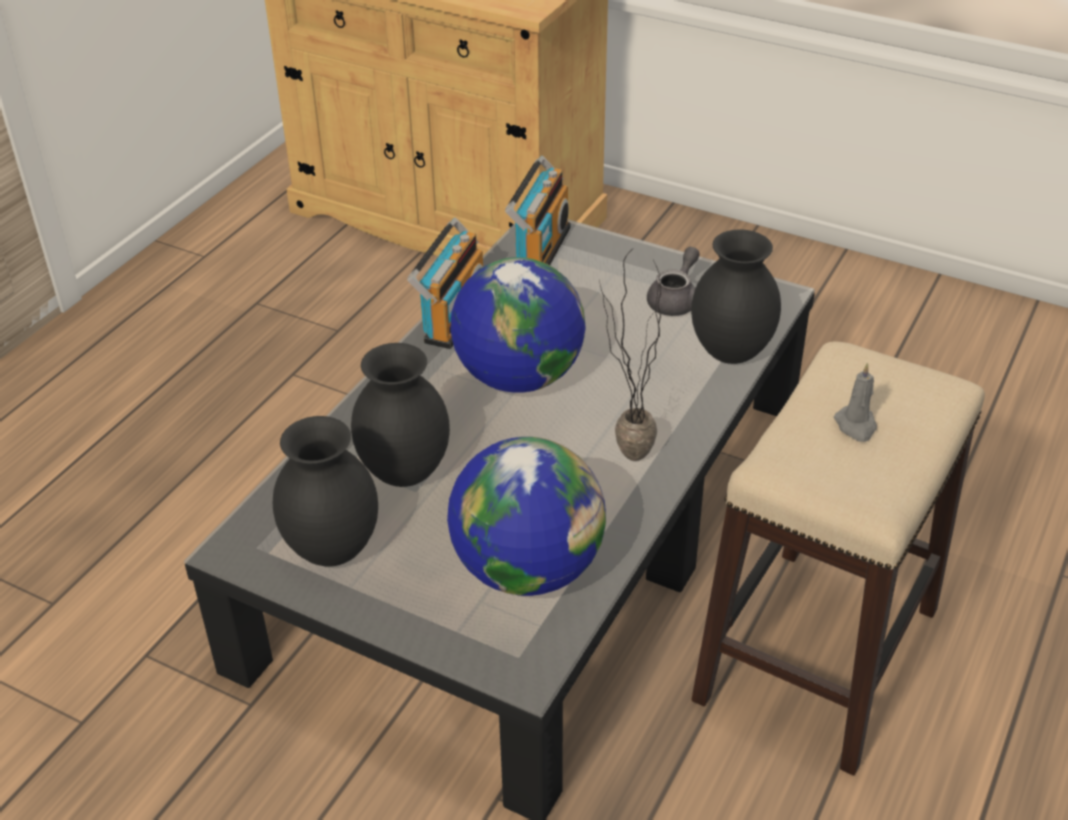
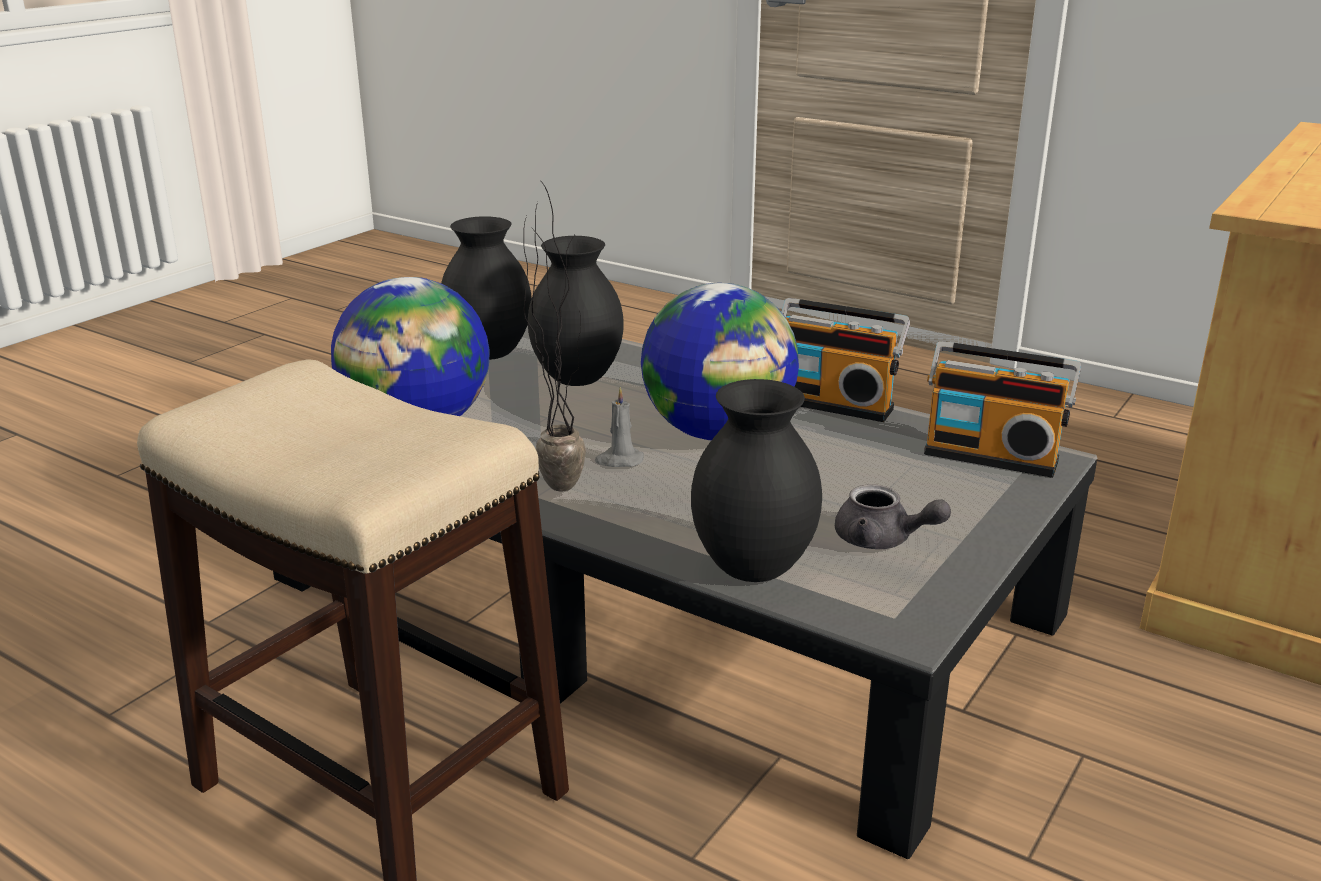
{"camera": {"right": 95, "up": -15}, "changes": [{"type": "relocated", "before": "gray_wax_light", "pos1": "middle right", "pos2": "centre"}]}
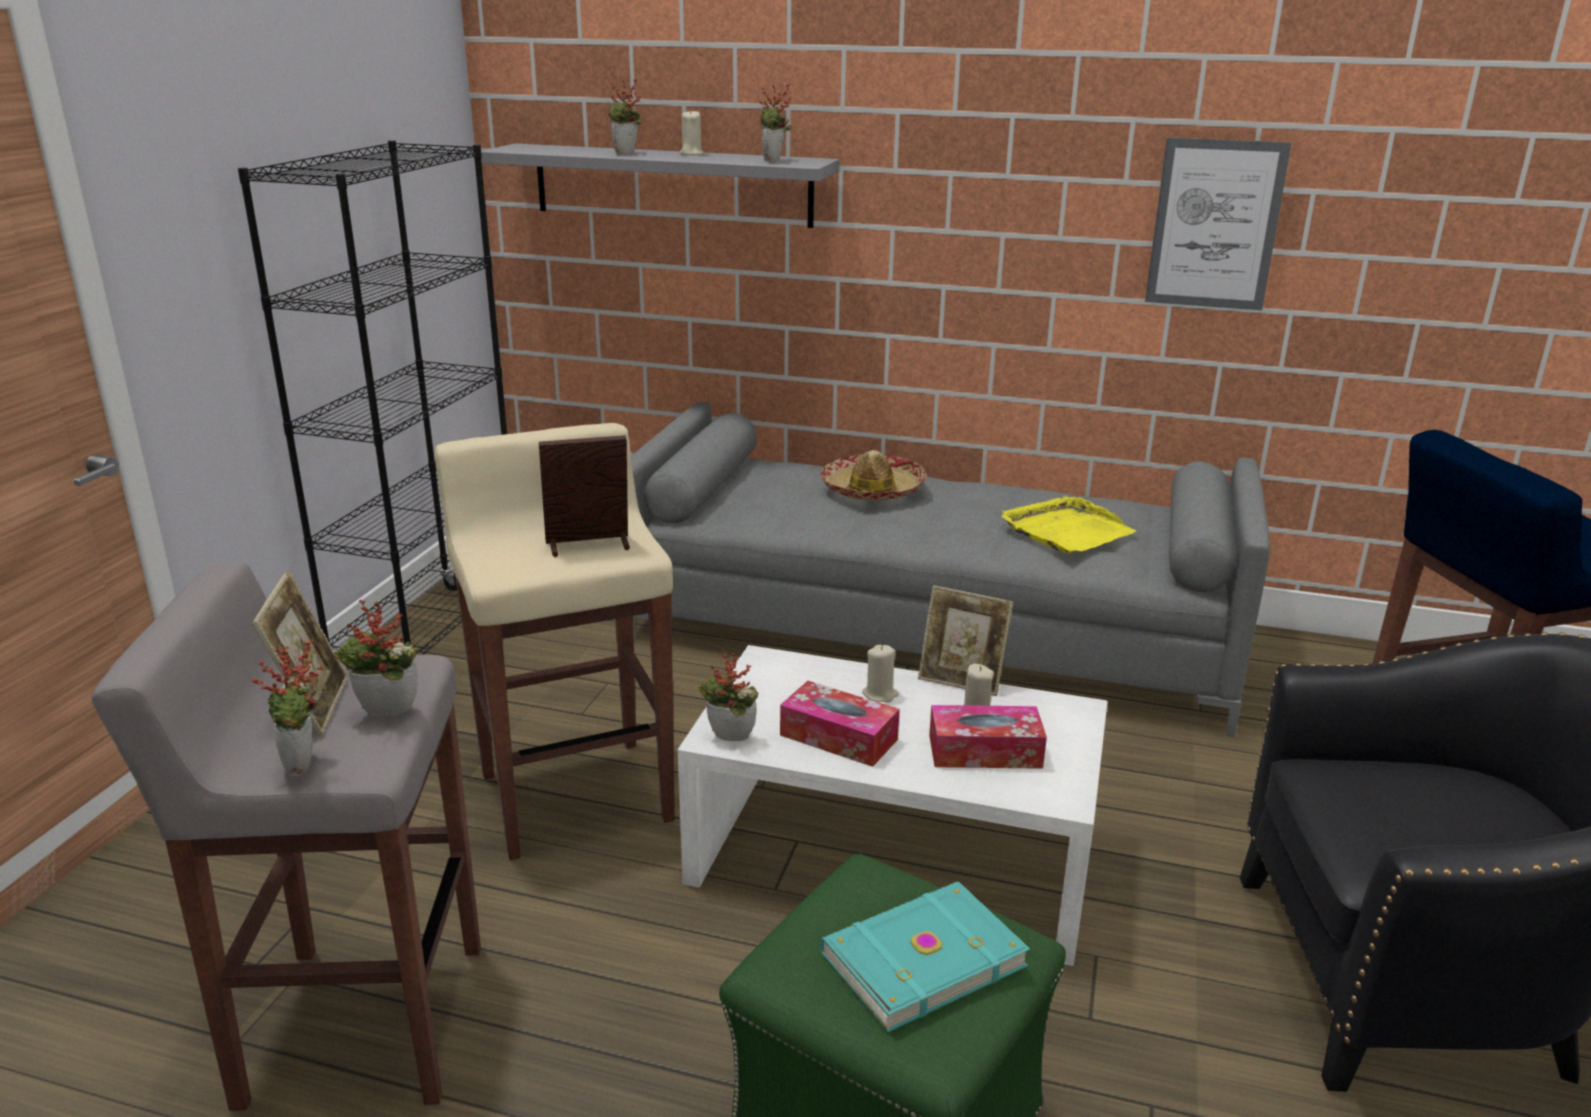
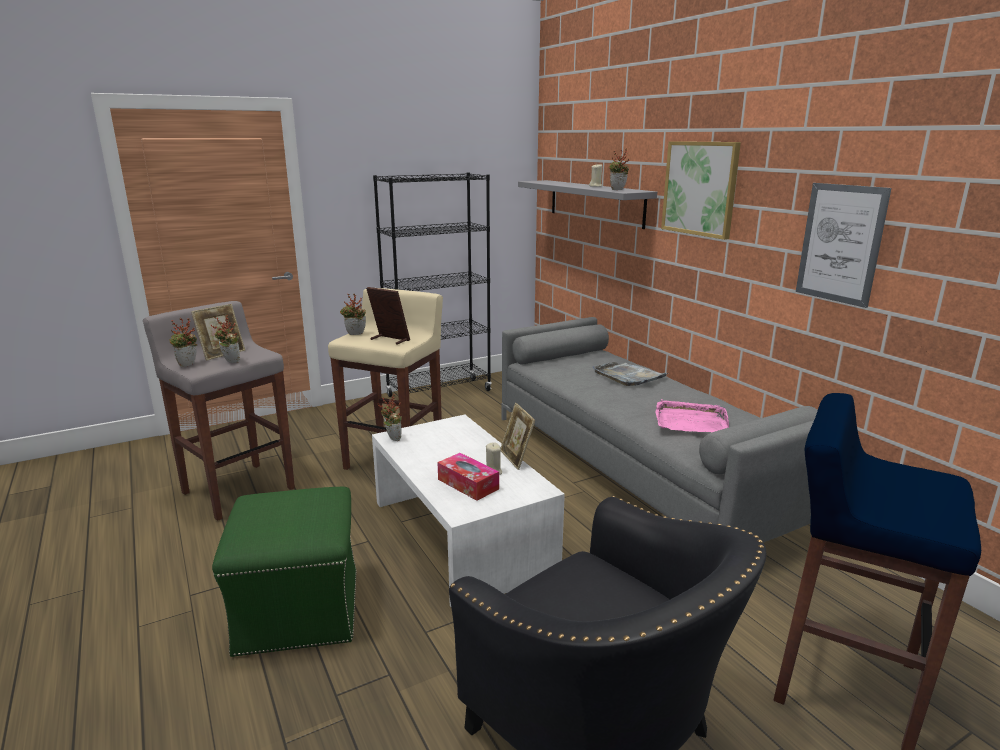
{"camera": {"right": 45, "up": -5}, "changes": [{"type": "missing", "before": "box_of_tissues (no. 1 from left)", "pos1": "centre"}, {"type": "missing", "before": "turquoise-coloured_bound_book", "pos1": "bottom centre"}, {"type": "missing", "before": "sand-coloured_wax_light (no. 2 from left)", "pos1": "centre"}, {"type": "appeared", "after": "picture (no. 1 from left)", "pos2": "top right"}, {"type": "relocated", "before": "houseplant (no. 3 from left)", "pos1": "top centre", "pos2": "centre"}, {"type": "exchanged", "before": "wearable_hat", "after": "gray_tray", "pos1": "centre", "pos2": "centre"}, {"type": "colour", "before": "yellow_tray", "after": "pink_tray", "pos1": "middle right", "pos2": "middle right"}]}
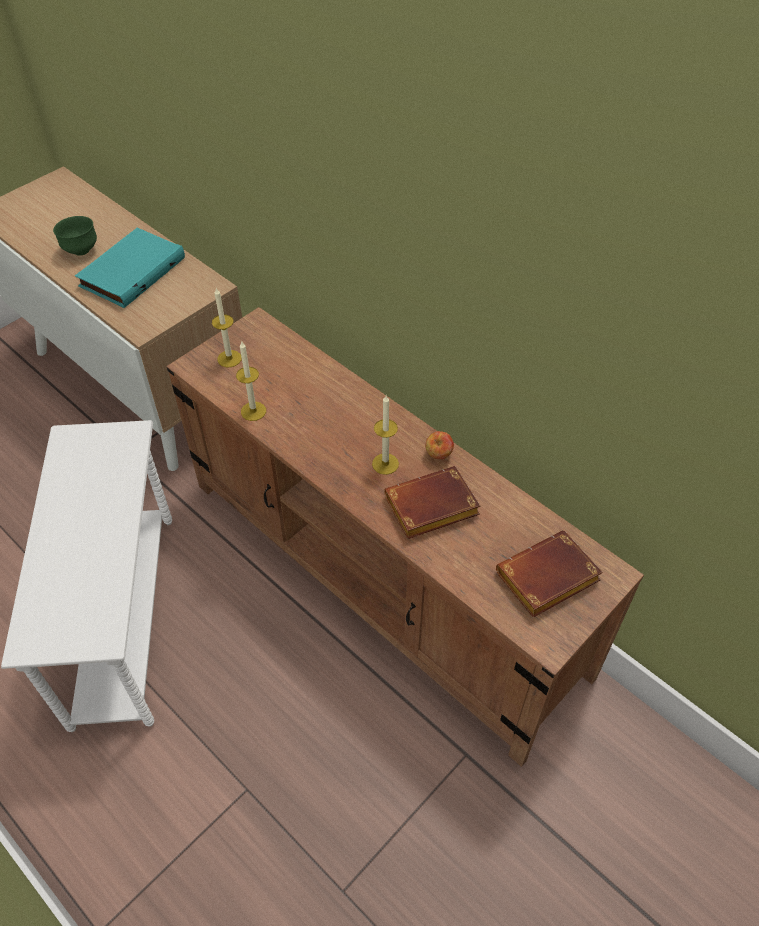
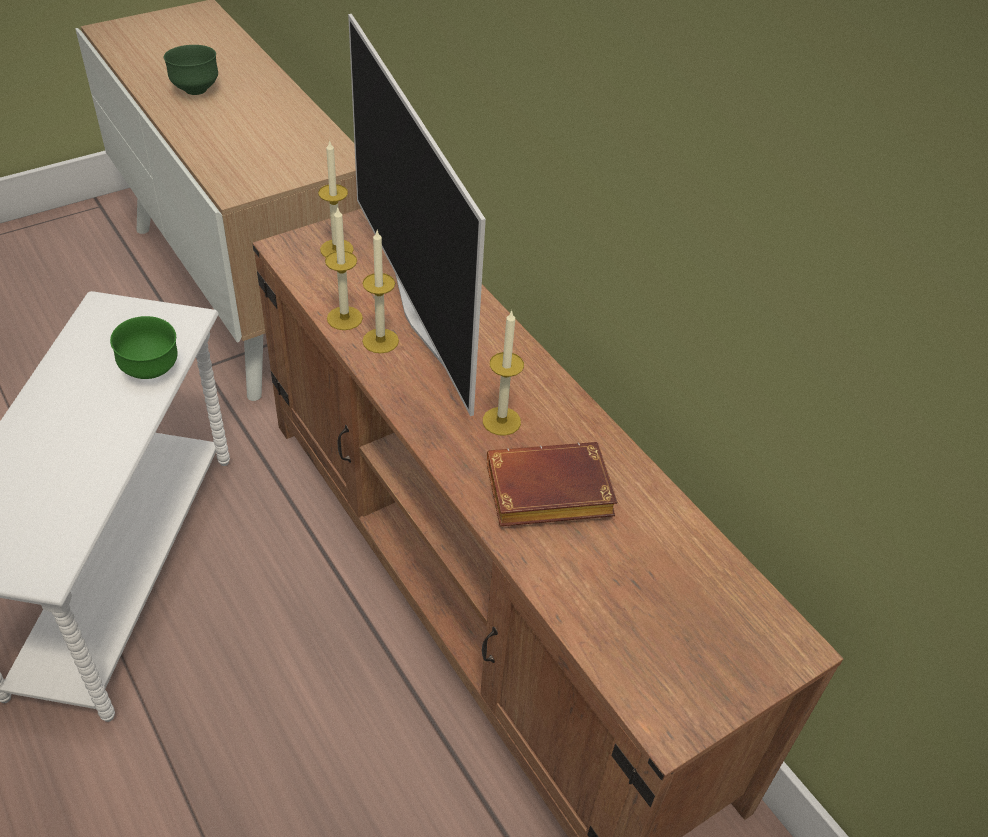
{"camera": {"right": 10, "up": -5}, "changes": [{"type": "missing", "before": "turquoise-coloured_bound_book", "pos1": "top left"}, {"type": "missing", "before": "whole_apple", "pos1": "centre"}, {"type": "missing", "before": "brownish_bound_book (no. 2 from left)", "pos1": "middle right"}, {"type": "appeared", "after": "green-coloured_bowl (no. 1 from left)", "pos2": "middle left"}, {"type": "appeared", "after": "television", "pos2": "top centre"}, {"type": "appeared", "after": "wax_light (no. 3 from left)", "pos2": "centre"}]}
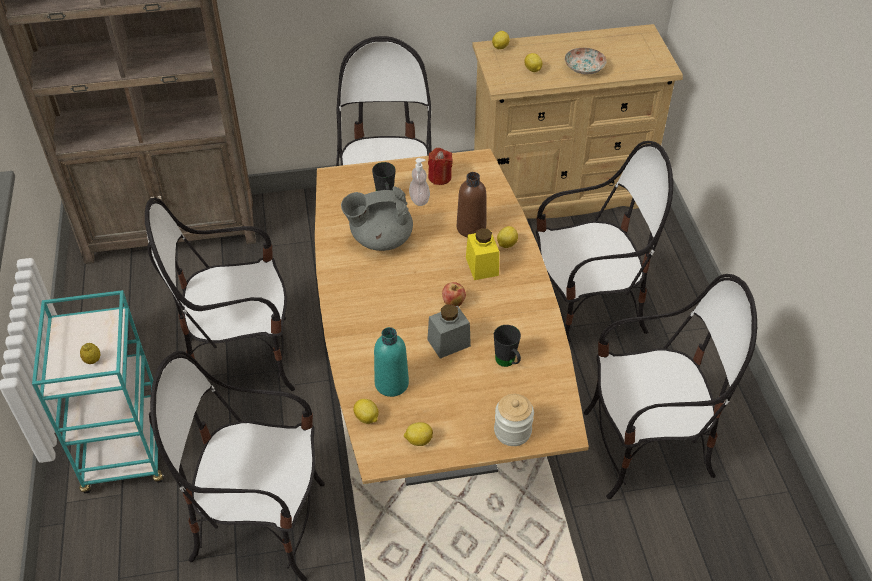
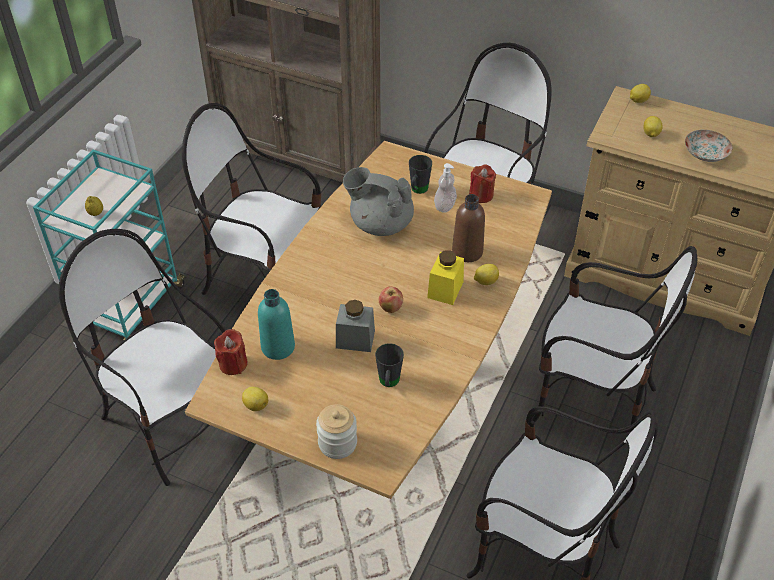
{"camera": {"right": 35, "up": 0}, "changes": [{"type": "exchanged", "before": "citrus_fruit (no. 2 from left)", "after": "red-coloured_wax_light (no. 1 from left)", "pos1": "bottom centre", "pos2": "middle left"}]}
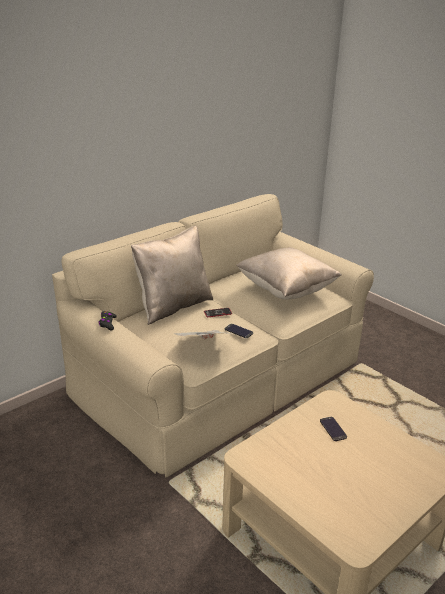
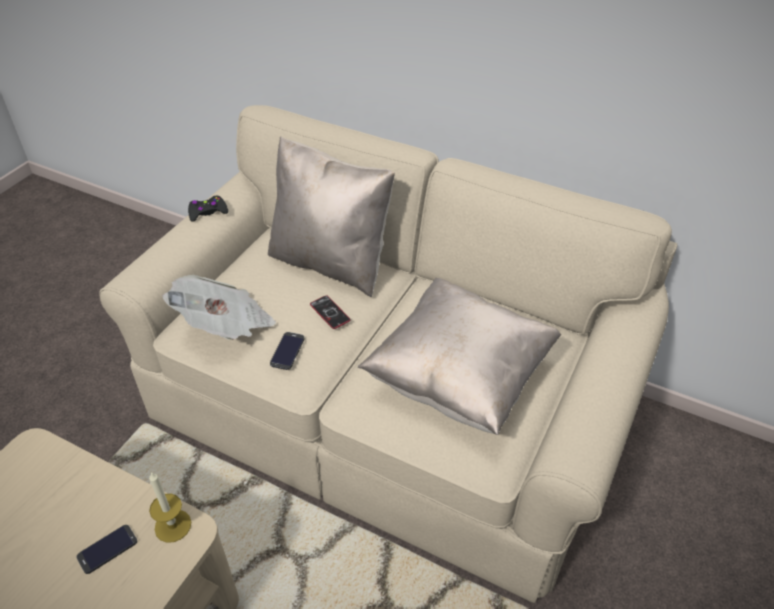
{"camera": {"right": 70, "up": 15}, "changes": [{"type": "appeared", "after": "wax_light", "pos2": "bottom left"}]}
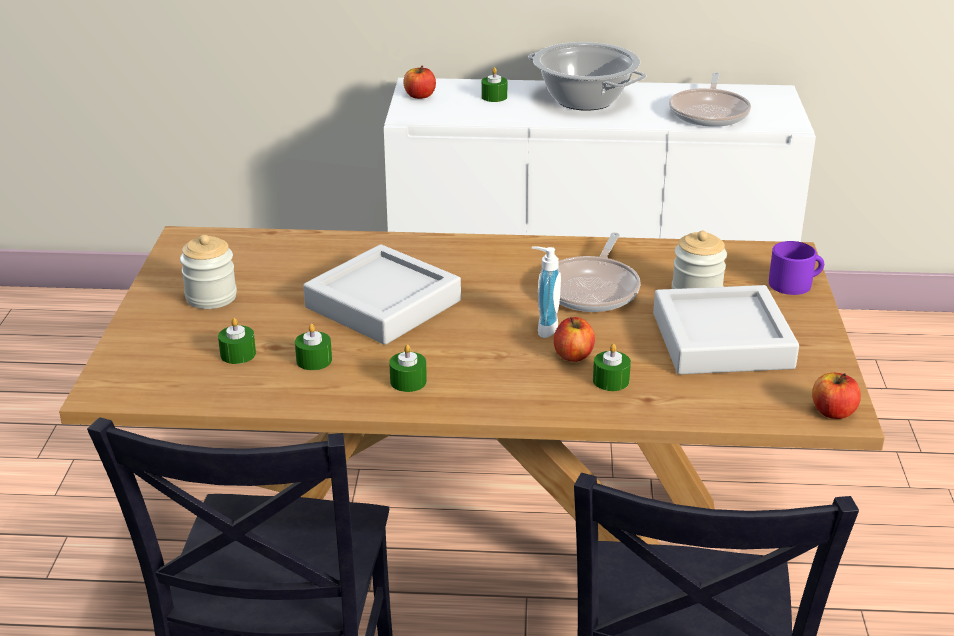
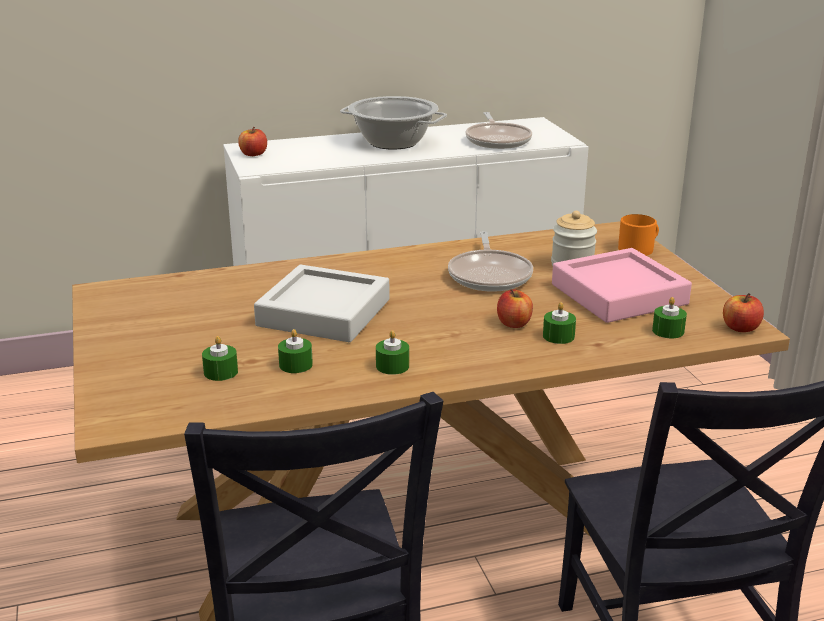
{"camera": {"right": -20, "up": -5}, "changes": [{"type": "missing", "before": "jar (no. 1 from left)", "pos1": "middle left"}, {"type": "missing", "before": "soap_bottle", "pos1": "centre"}, {"type": "relocated", "before": "green-coloured_wax_light (no. 4 from left in the first image)", "after": "green-coloured_wax_light (no. 5 from left)", "pos1": "top centre", "pos2": "middle right"}, {"type": "colour", "before": "gray_tray (no. 2 from left)", "after": "pink_tray", "pos1": "middle right", "pos2": "middle right"}, {"type": "colour", "before": "purple_coffee_mug", "after": "orange-coloured_coffee_mug", "pos1": "middle right", "pos2": "middle right"}]}
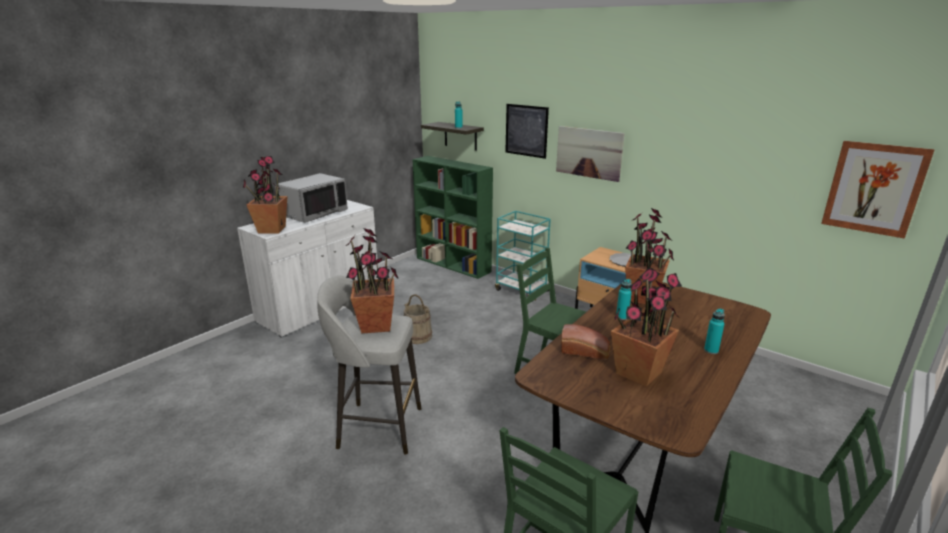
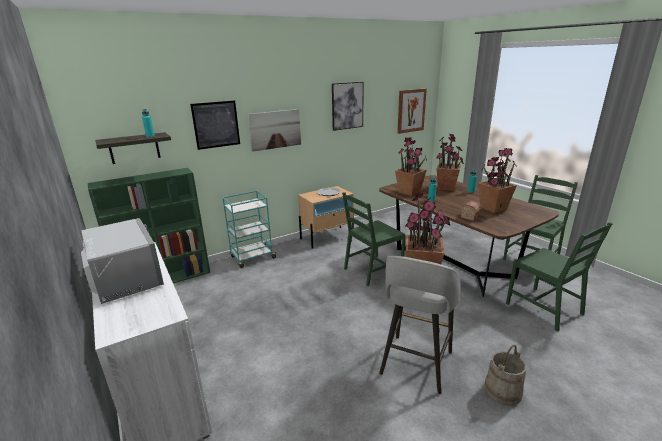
{"camera": {"right": -70, "up": 0}, "changes": [{"type": "appeared", "after": "picture (no. 3 from left)", "pos2": "top centre"}, {"type": "relocated", "before": "houseplant (no. 1 from left in the first image)", "after": "houseplant (no. 3 from left)", "pos1": "middle left", "pos2": "middle right"}, {"type": "relocated", "before": "sand-coloured_bucket", "pos1": "centre", "pos2": "bottom right"}]}
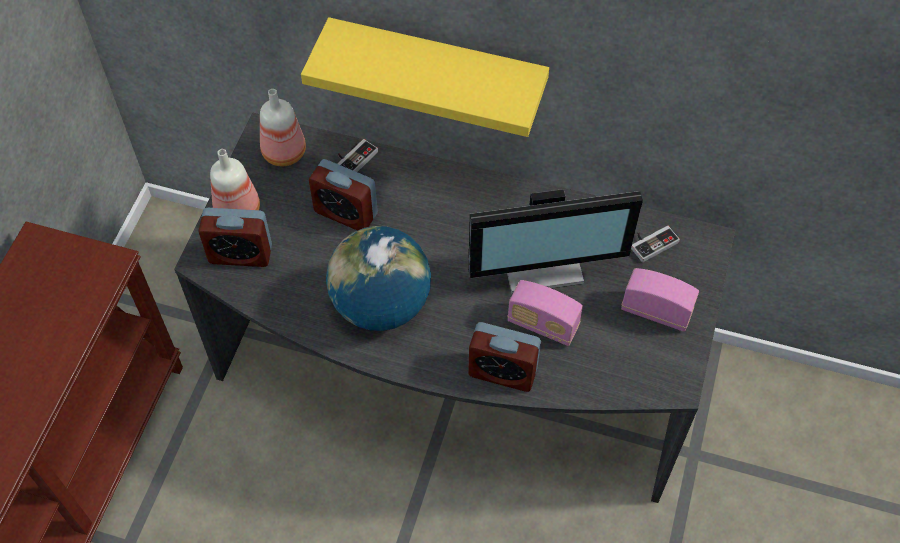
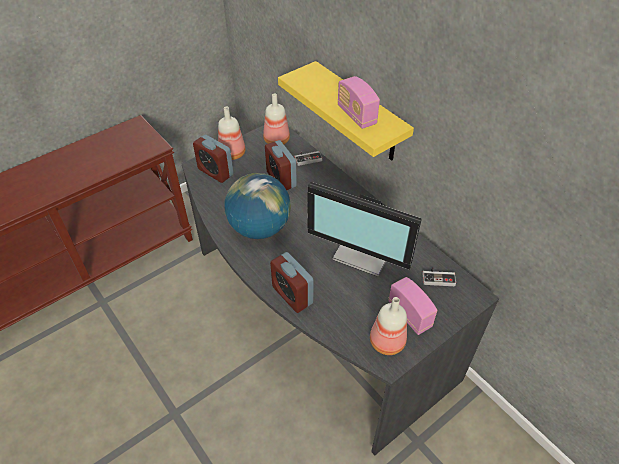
{"camera": {"right": 35, "up": -10}, "changes": [{"type": "appeared", "after": "beverage_bottle (no. 3 from left)", "pos2": "bottom centre"}, {"type": "relocated", "before": "radio_receiver (no. 1 from left)", "pos1": "centre", "pos2": "top centre"}]}
